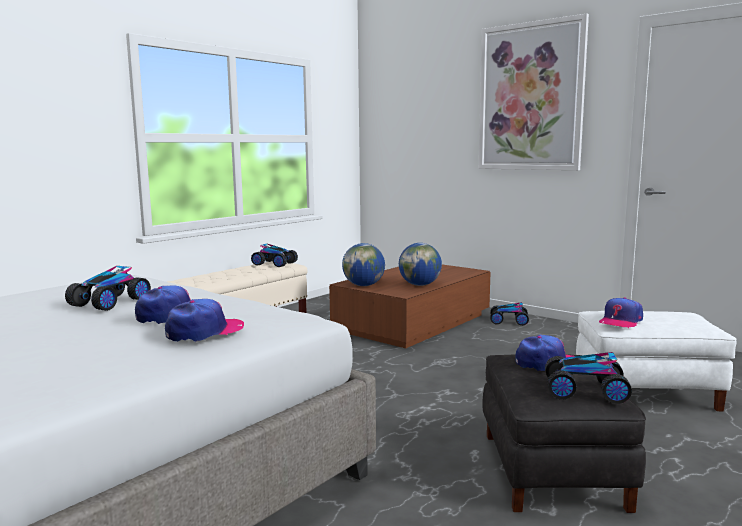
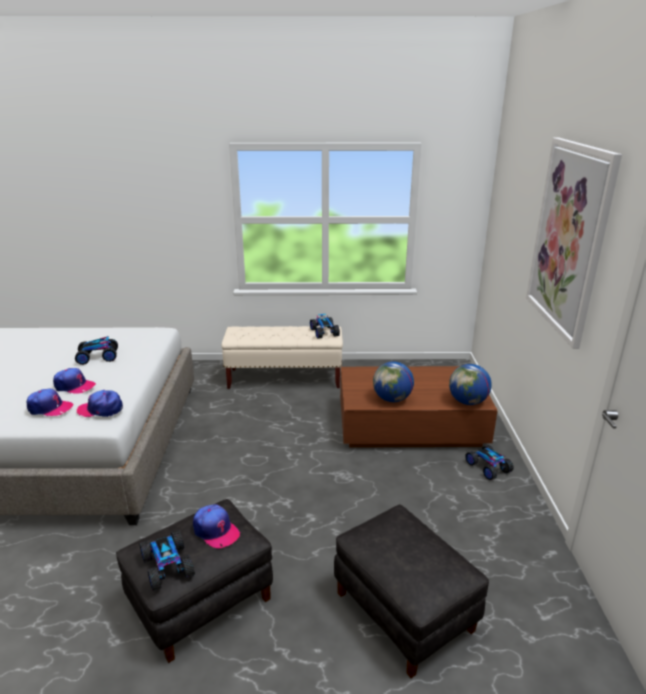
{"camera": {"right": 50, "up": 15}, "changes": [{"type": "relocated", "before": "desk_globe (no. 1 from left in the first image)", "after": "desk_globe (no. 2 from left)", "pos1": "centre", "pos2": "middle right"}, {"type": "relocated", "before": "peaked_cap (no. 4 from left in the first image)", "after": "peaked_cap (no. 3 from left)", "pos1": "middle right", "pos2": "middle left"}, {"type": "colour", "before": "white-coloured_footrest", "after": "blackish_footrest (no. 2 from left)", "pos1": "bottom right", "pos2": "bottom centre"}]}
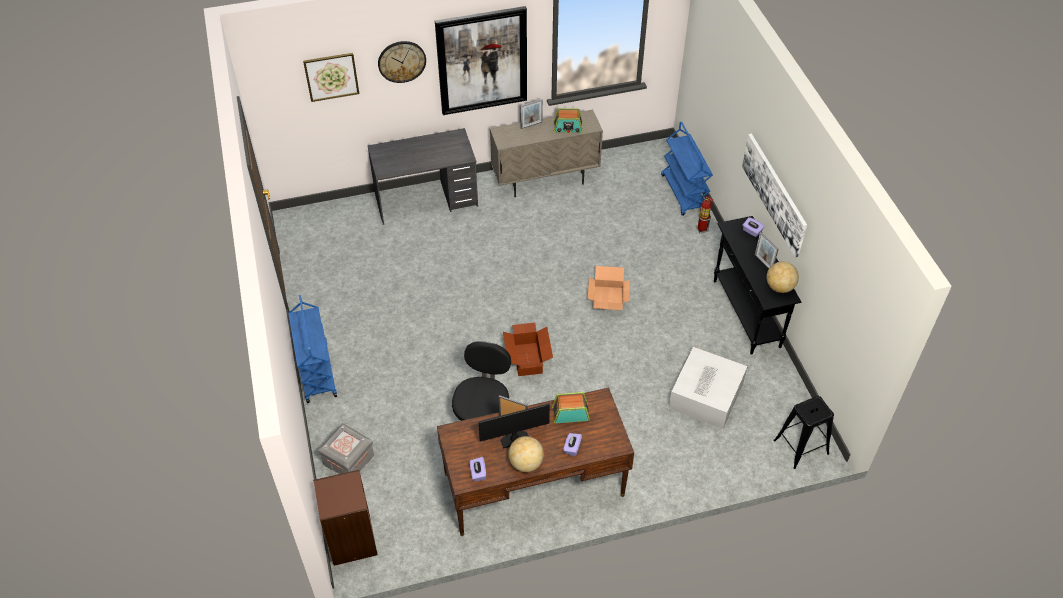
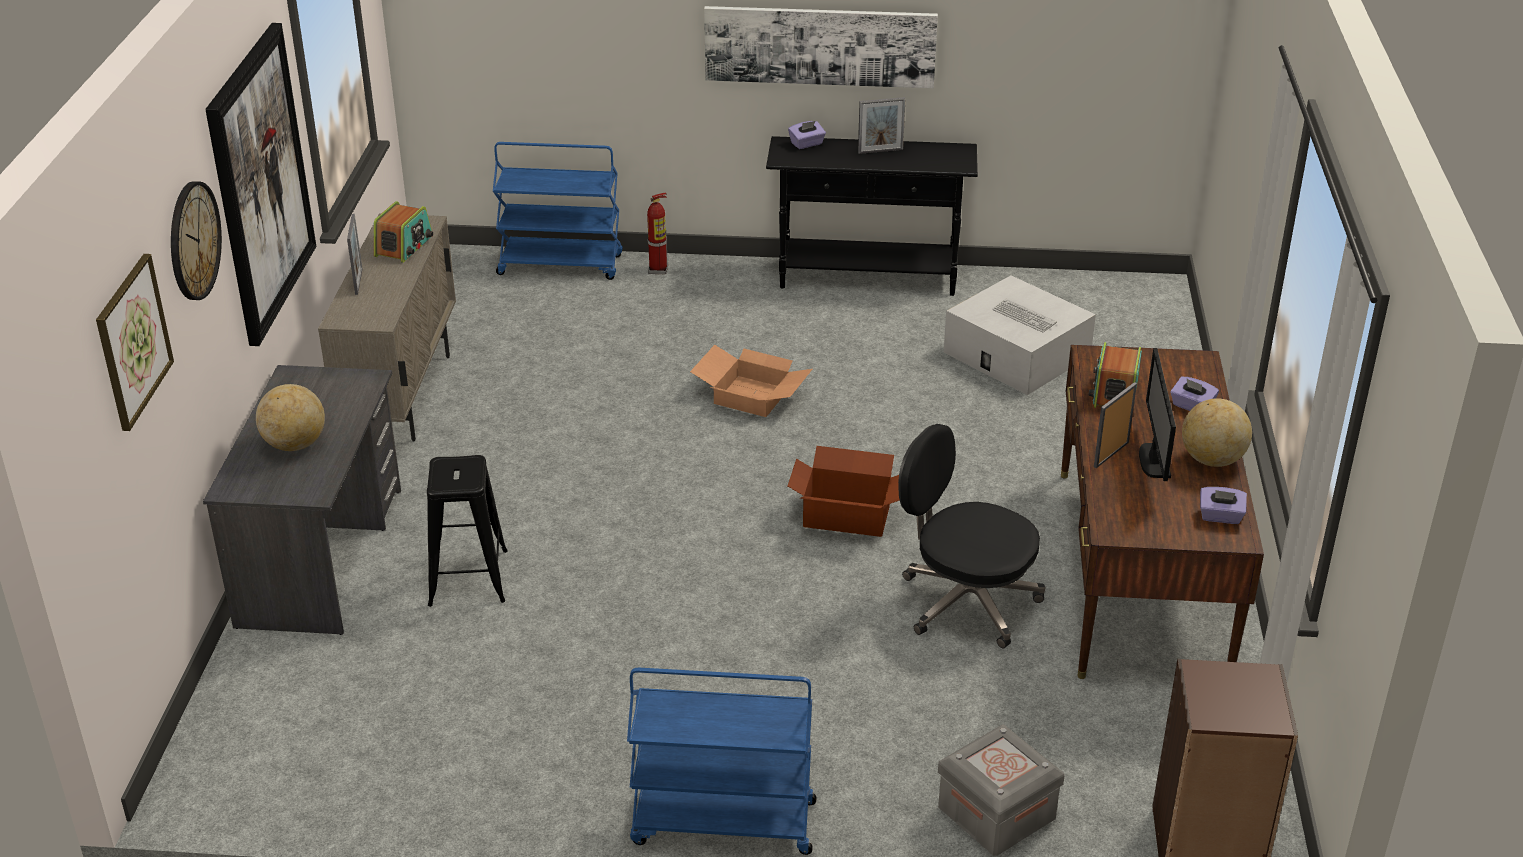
{"camera": {"right": -70, "up": -15}, "changes": [{"type": "relocated", "before": "desk_globe (no. 2 from left in the first image)", "after": "desk_globe (no. 1 from left)", "pos1": "middle right", "pos2": "middle left"}, {"type": "relocated", "before": "blackish_sitting_stool", "pos1": "bottom right", "pos2": "middle left"}]}
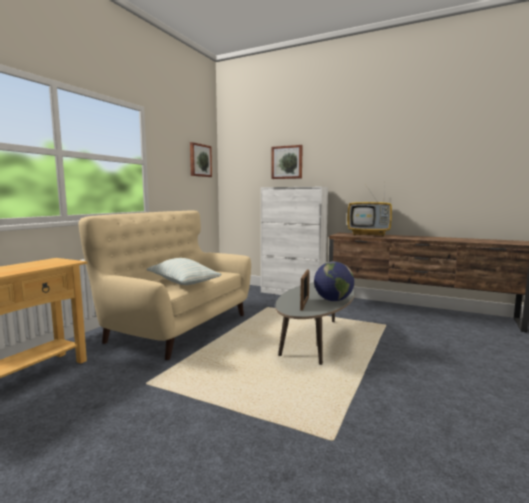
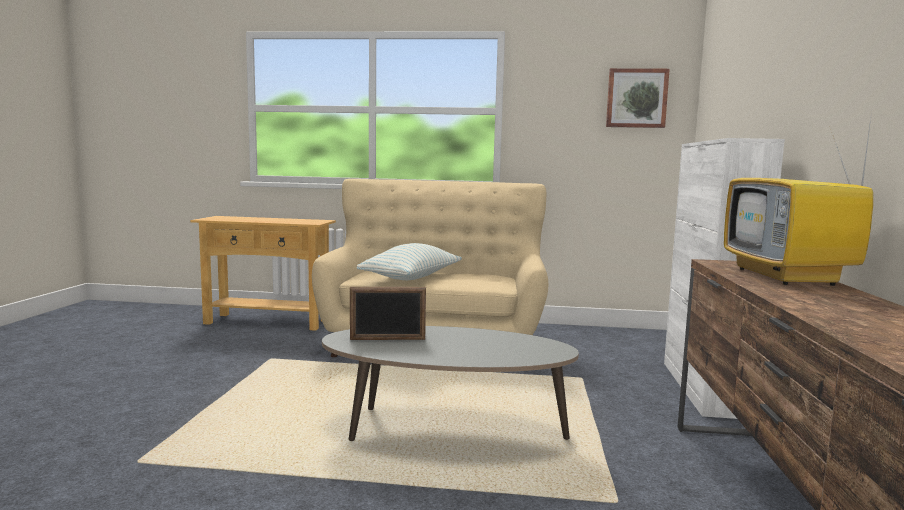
{"camera": {"right": 70, "up": 0}, "changes": [{"type": "missing", "before": "picture (no. 2 from left)", "pos1": "top centre"}, {"type": "missing", "before": "desk_globe", "pos1": "centre"}]}
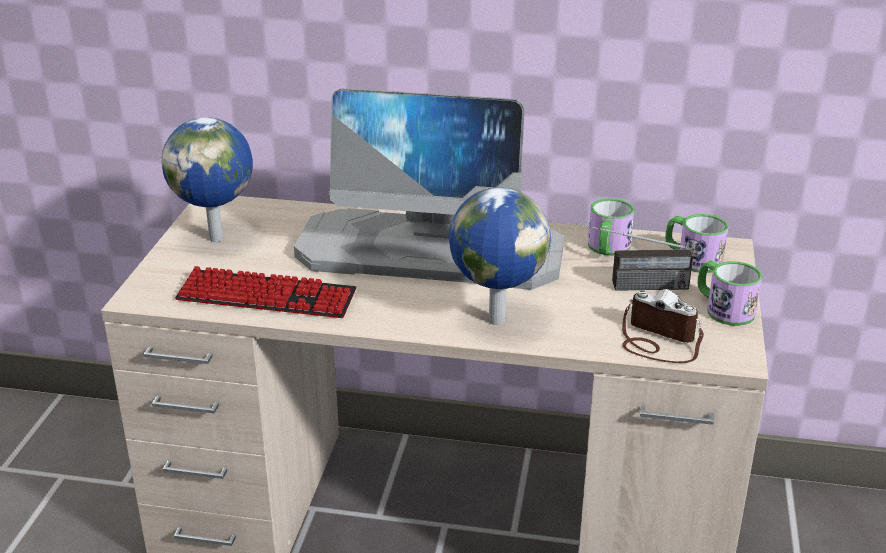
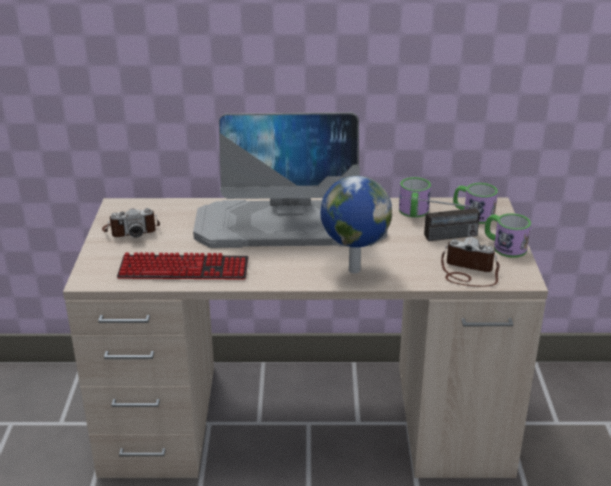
{"camera": {"right": -10, "up": 0}, "changes": [{"type": "exchanged", "before": "desk_globe (no. 1 from left)", "after": "photo_camera (no. 1 from left)", "pos1": "top left", "pos2": "middle left"}]}
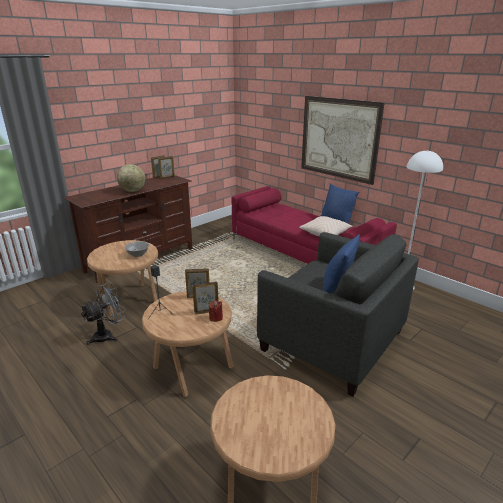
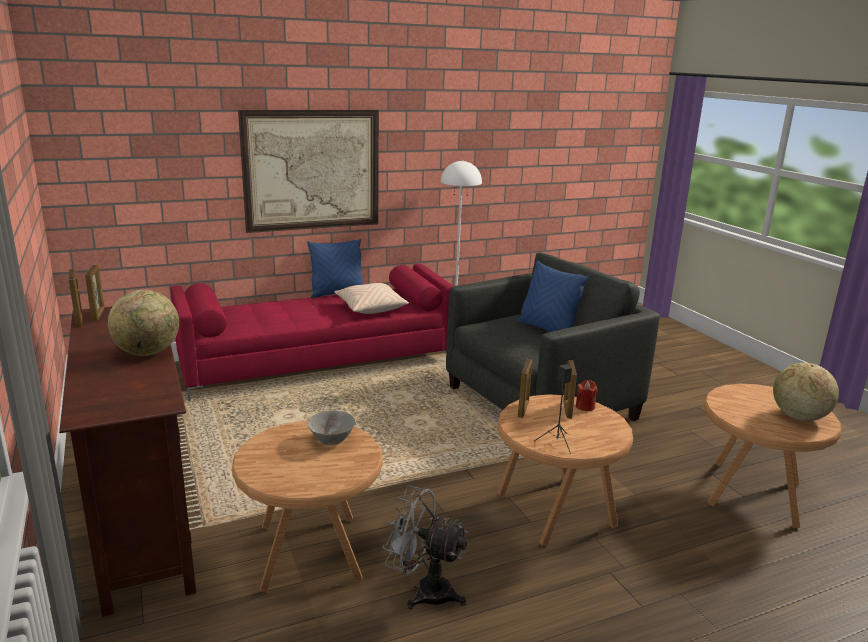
{"camera": {"right": -70, "up": -5}, "changes": [{"type": "appeared", "after": "desk_globe (no. 2 from left)", "pos2": "middle right"}, {"type": "spun", "before": "gray_electric_fan", "pos1": "middle left", "pos2": "bottom centre", "turn": -45}]}
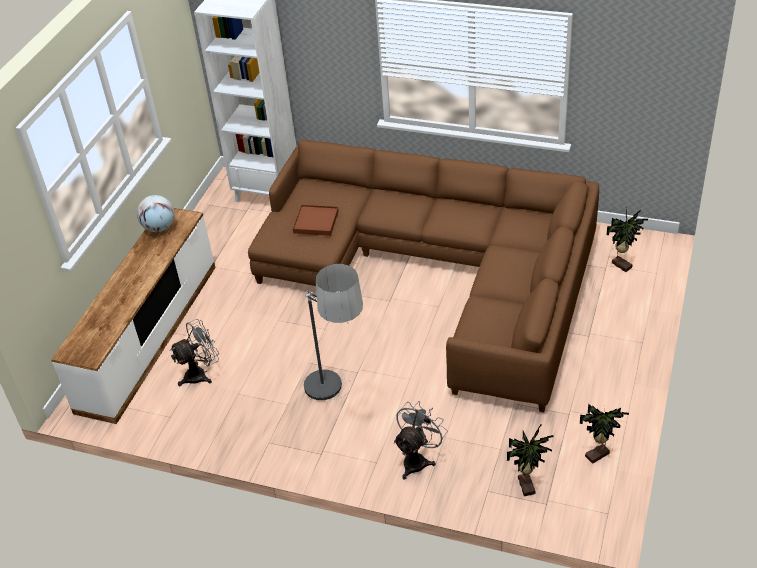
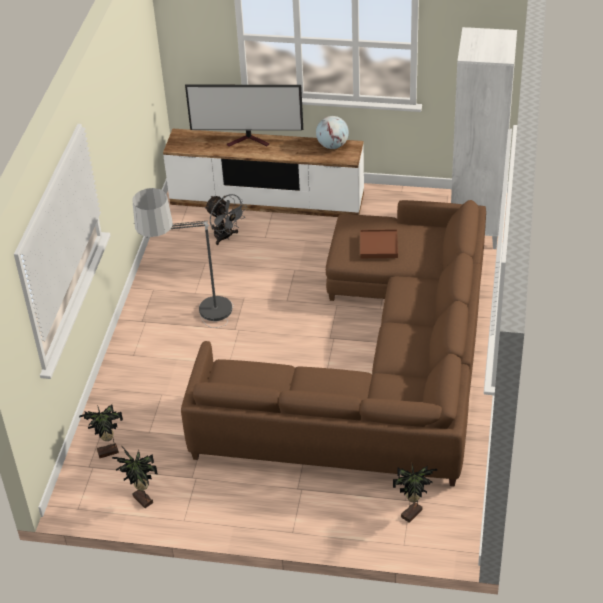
{"camera": {"right": 80, "up": 0}, "changes": [{"type": "missing", "before": "gray_electric_fan (no. 2 from left)", "pos1": "bottom centre"}, {"type": "appeared", "after": "television", "pos2": "top centre"}]}
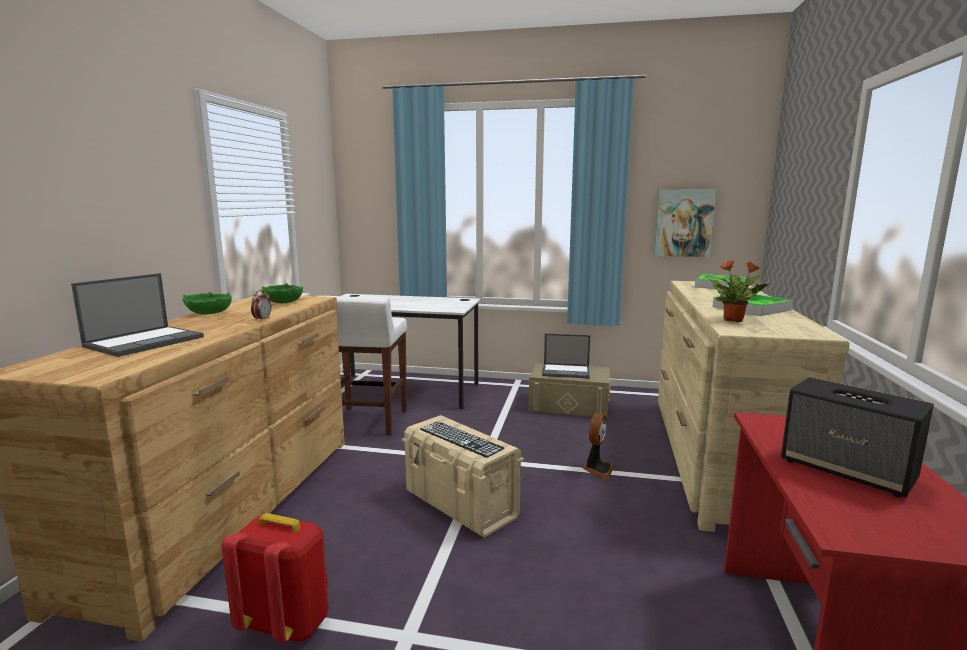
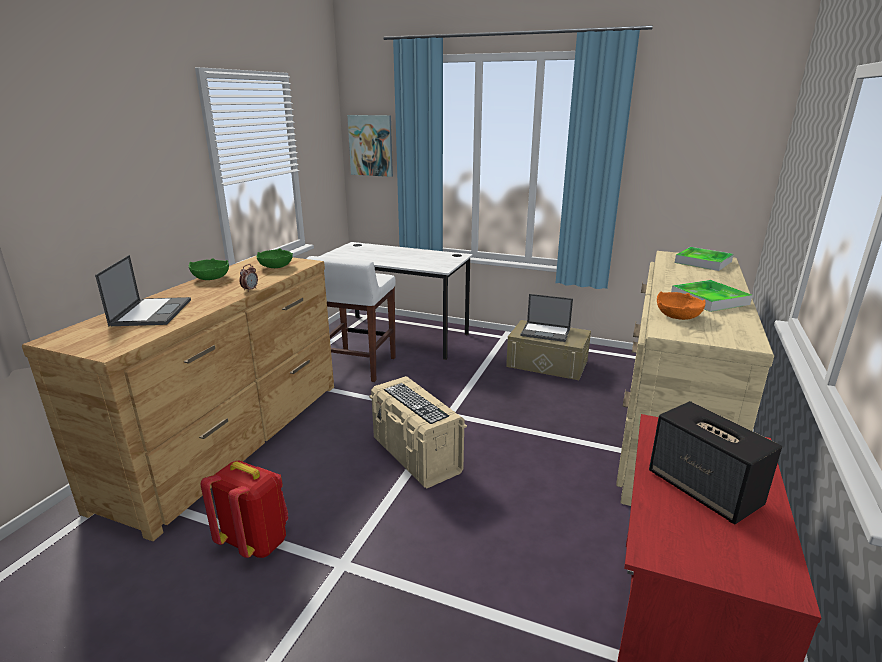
{"camera": {"right": 10, "up": 10}, "changes": [{"type": "missing", "before": "electric_fan", "pos1": "bottom centre"}, {"type": "relocated", "before": "picture", "pos1": "middle right", "pos2": "top centre"}, {"type": "exchanged", "before": "houseplant", "after": "orange-coloured_bowl", "pos1": "middle right", "pos2": "middle right"}, {"type": "spun", "before": "laptop (no. 1 from left)", "pos1": "middle left", "pos2": "middle left", "turn": -45}]}
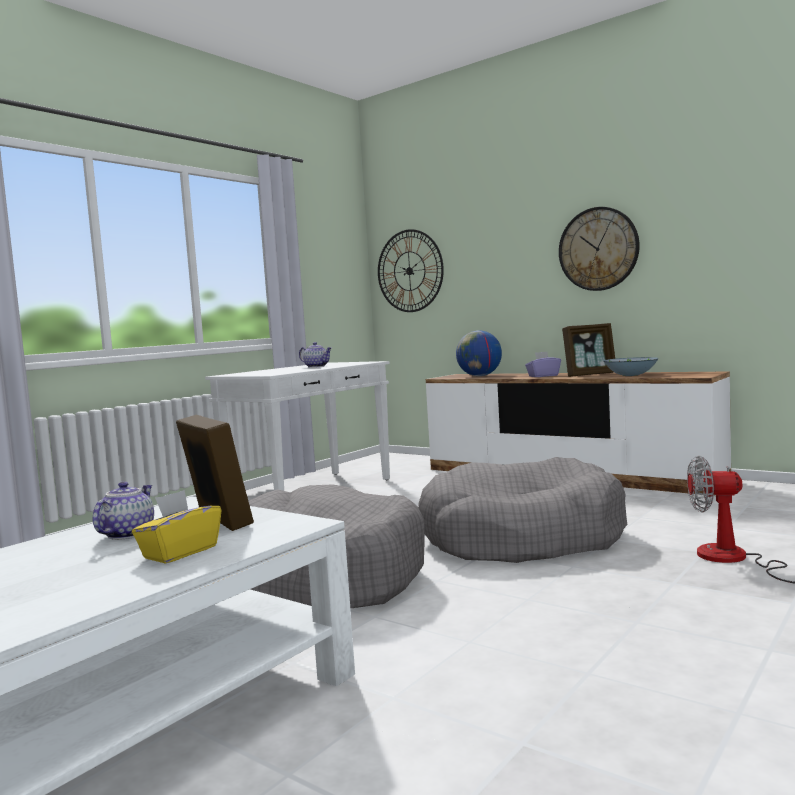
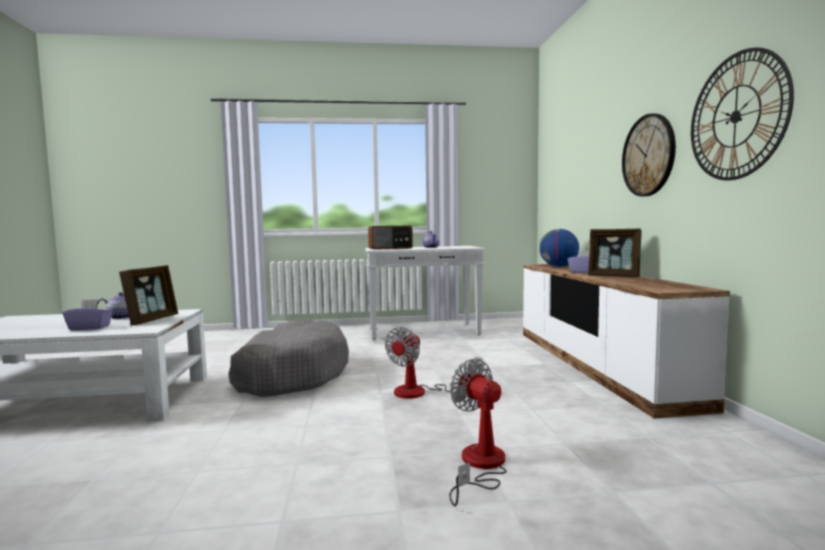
{"camera": {"right": 45, "up": 0}, "changes": [{"type": "missing", "before": "bowl", "pos1": "middle right"}, {"type": "appeared", "after": "radio_receiver", "pos2": "centre"}, {"type": "relocated", "before": "clock_on_the_wall (no. 1 from left in the first image)", "after": "clock_on_the_wall (no. 2 from left)", "pos1": "centre", "pos2": "top right"}, {"type": "exchanged", "before": "gray_pet_bed (no. 2 from left)", "after": "electric_fan (no. 1 from left)", "pos1": "centre", "pos2": "centre"}, {"type": "colour", "before": "yellow_box_of_tissues", "after": "purple_box_of_tissues (no. 1 from left)", "pos1": "middle left", "pos2": "middle left"}]}
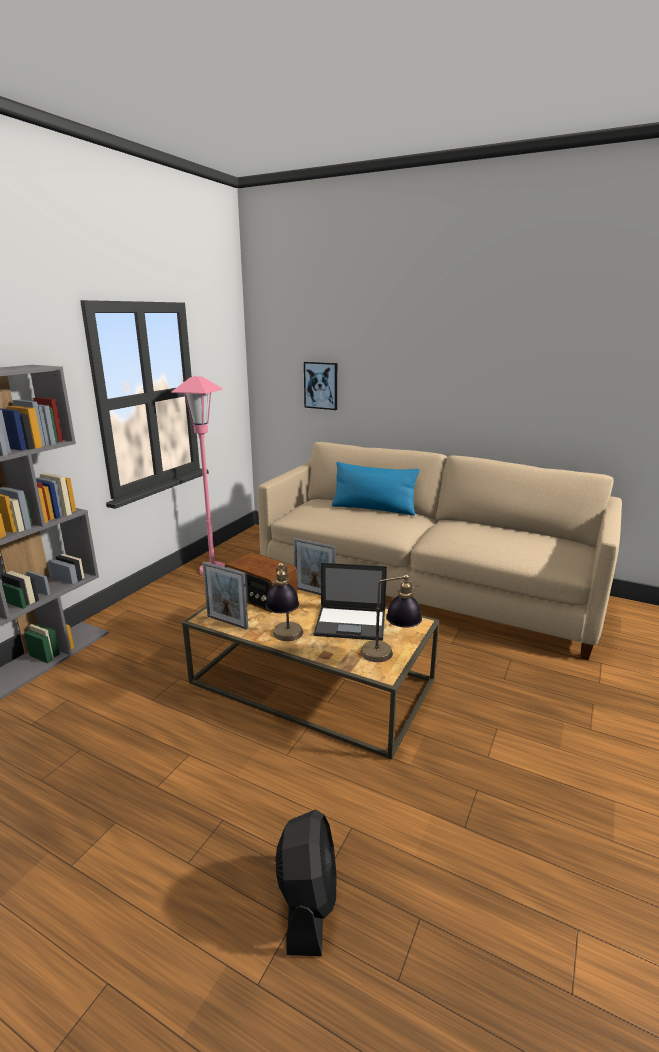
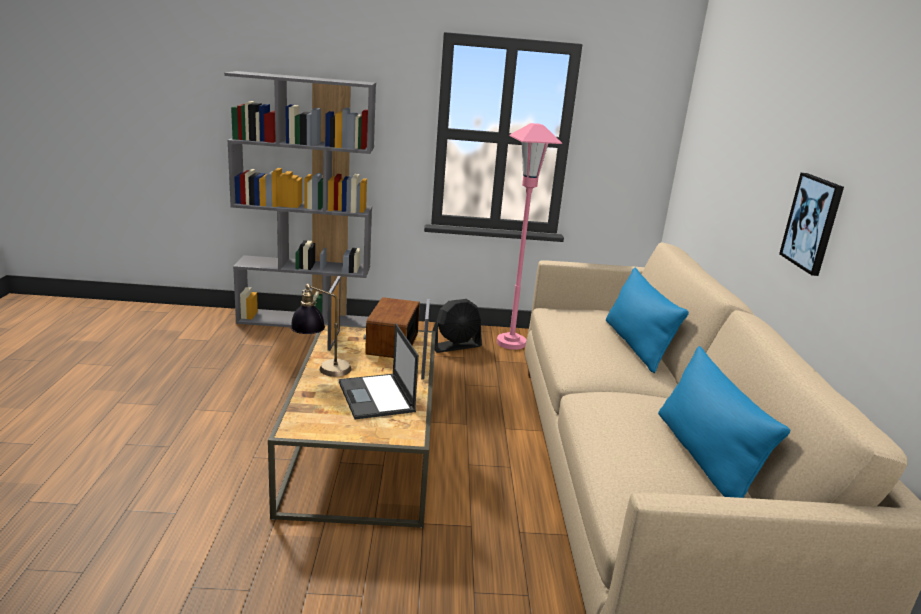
{"camera": {"right": 60, "up": 0}, "changes": [{"type": "missing", "before": "lamp_for_a_table (no. 2 from left)", "pos1": "centre"}, {"type": "appeared", "after": "bluish_pillow (no. 2 from left)", "pos2": "bottom right"}, {"type": "relocated", "before": "blackish_electric_fan", "pos1": "bottom centre", "pos2": "centre"}, {"type": "relocated", "before": "picture", "pos1": "centre", "pos2": "middle right"}]}
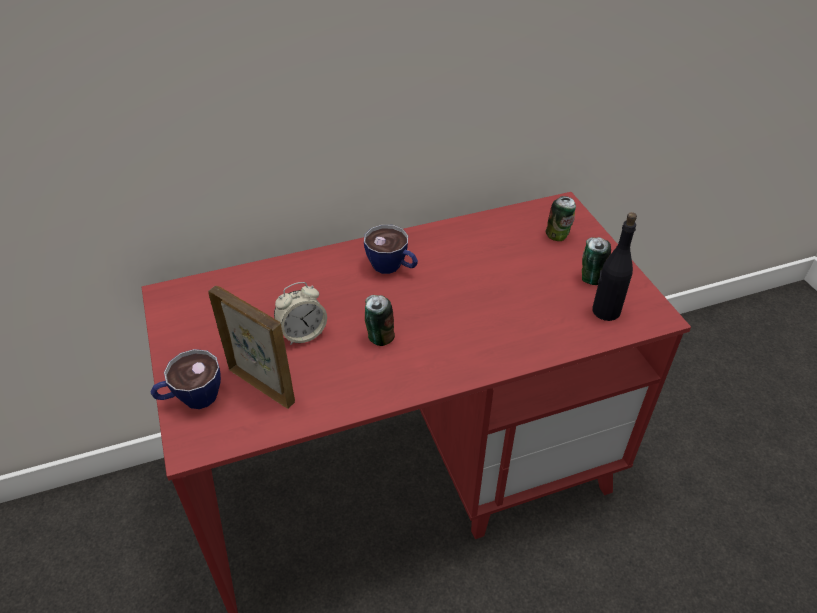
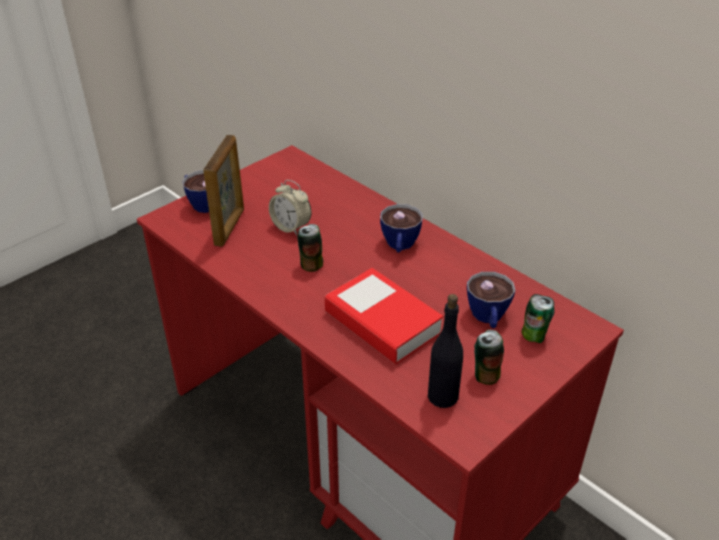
{"camera": {"right": 65, "up": -5}, "changes": [{"type": "appeared", "after": "bound_book", "pos2": "centre"}, {"type": "appeared", "after": "cup (no. 3 from left)", "pos2": "middle right"}]}
